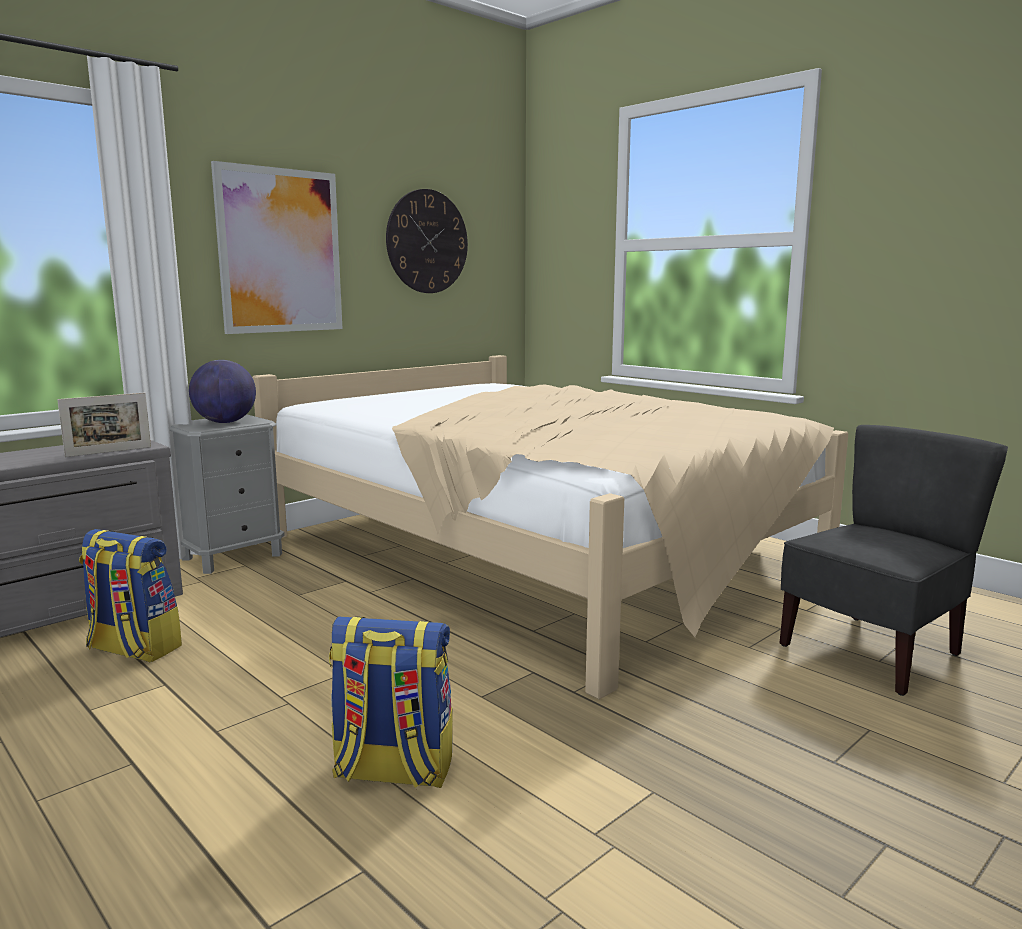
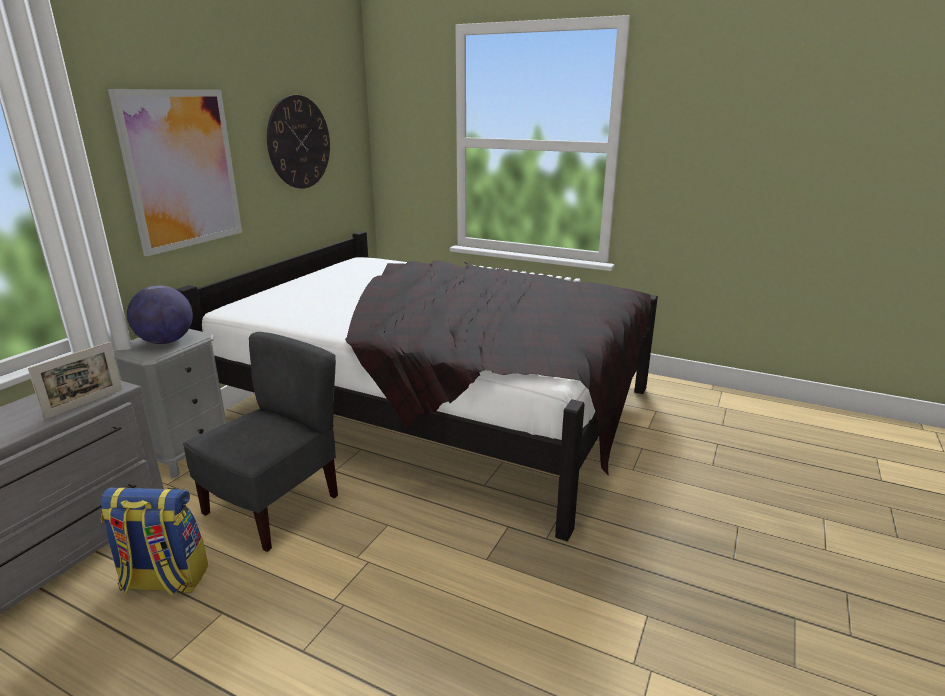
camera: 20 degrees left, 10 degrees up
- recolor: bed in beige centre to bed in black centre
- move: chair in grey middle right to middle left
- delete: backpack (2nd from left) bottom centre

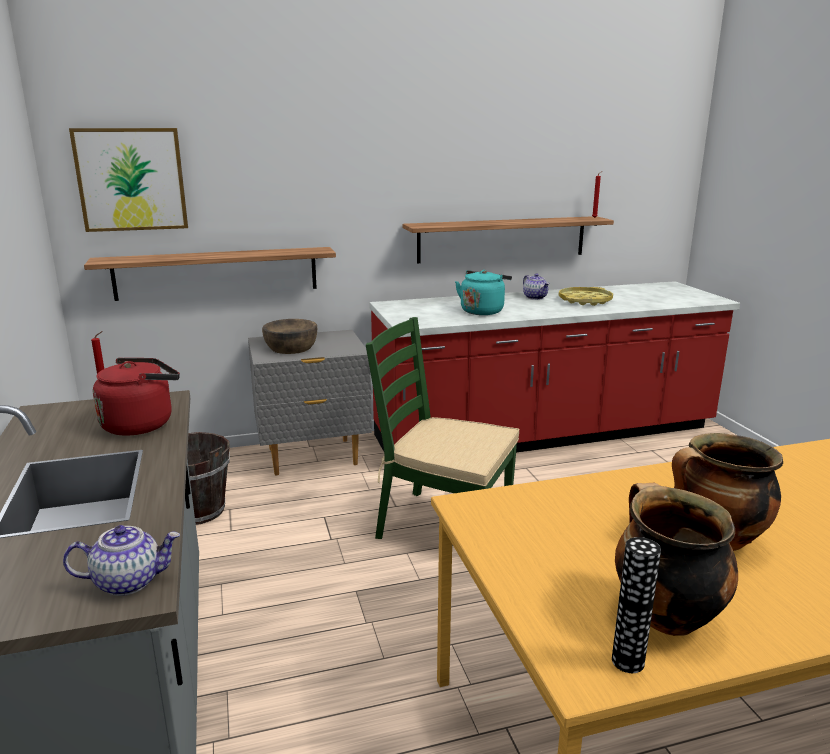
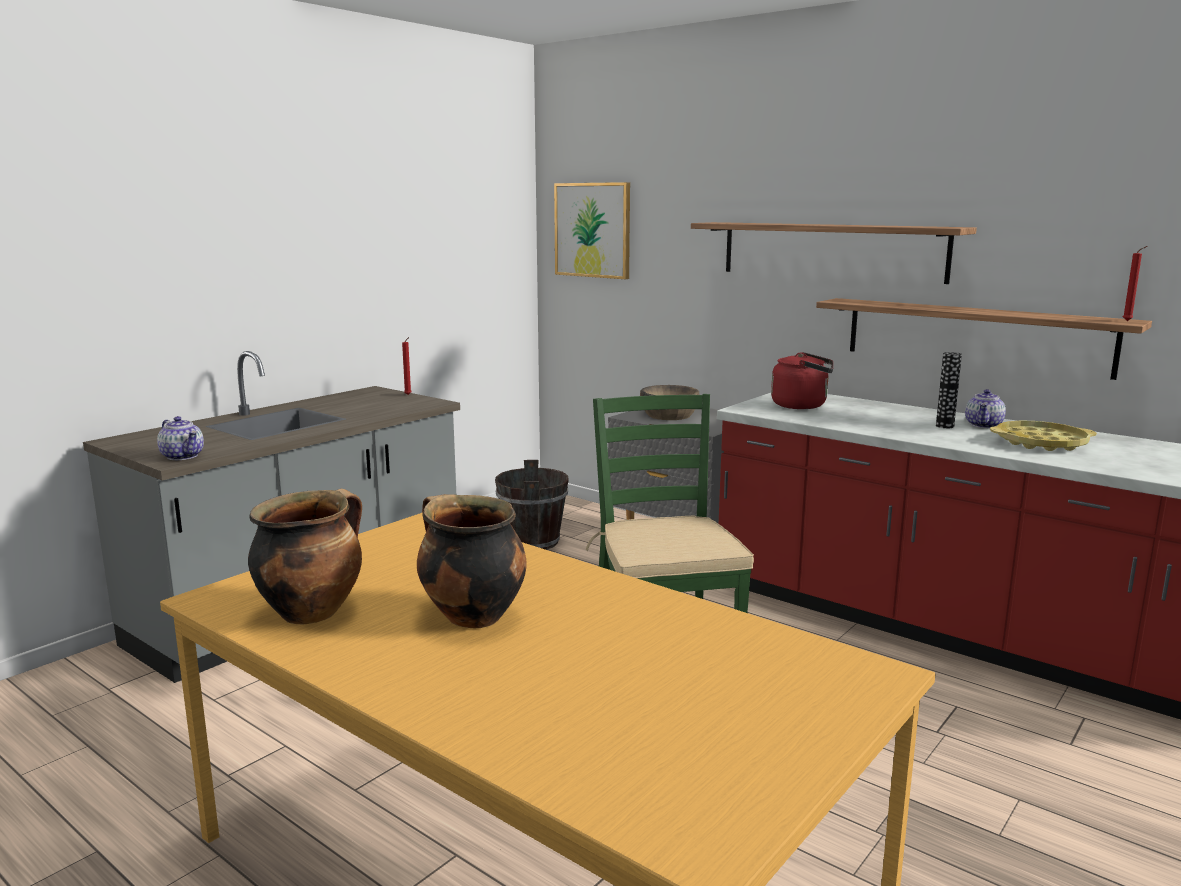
camera: 55 degrees right, 5 degrees down
- move: shelf (1st from left) middle left to top right
- delete: kettle in turquoise centre
- move: kettle in red middle left to middle right
- move: vase bottom right to middle right

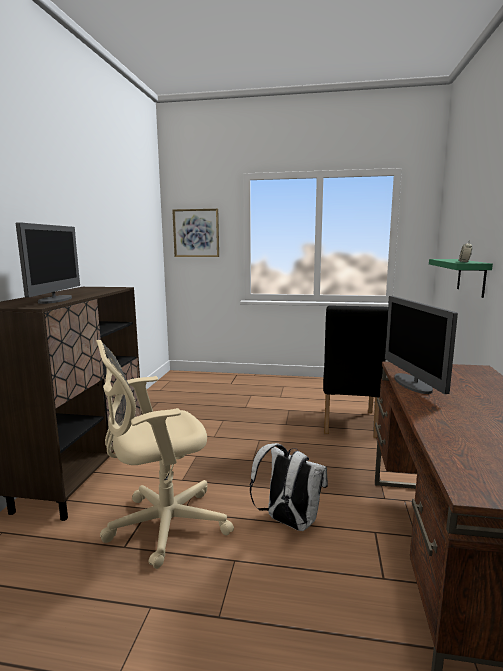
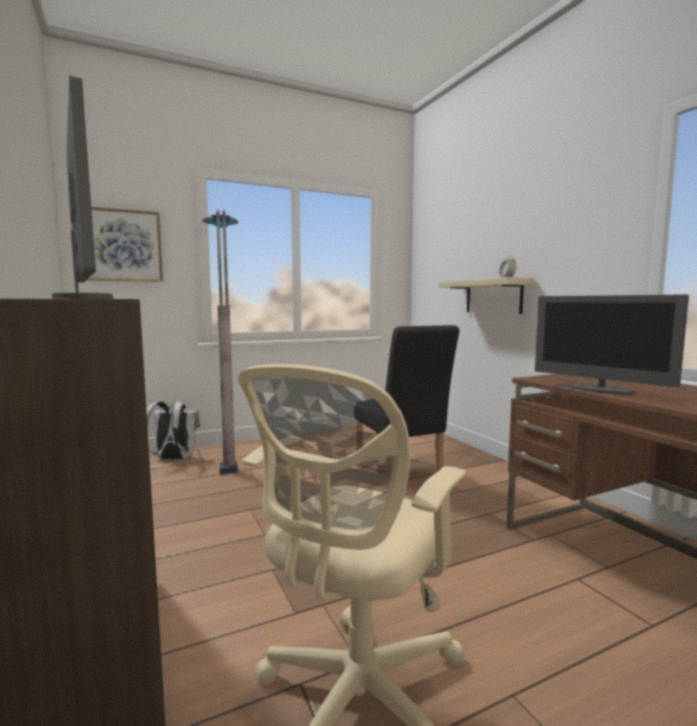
camera: 35 degrees left, 5 degrees down
- recolor: shelf in green middle right to shelf in beige middle right
- move: backpack in white bottom centre to middle left
- insert: floor lamp in grey middle left

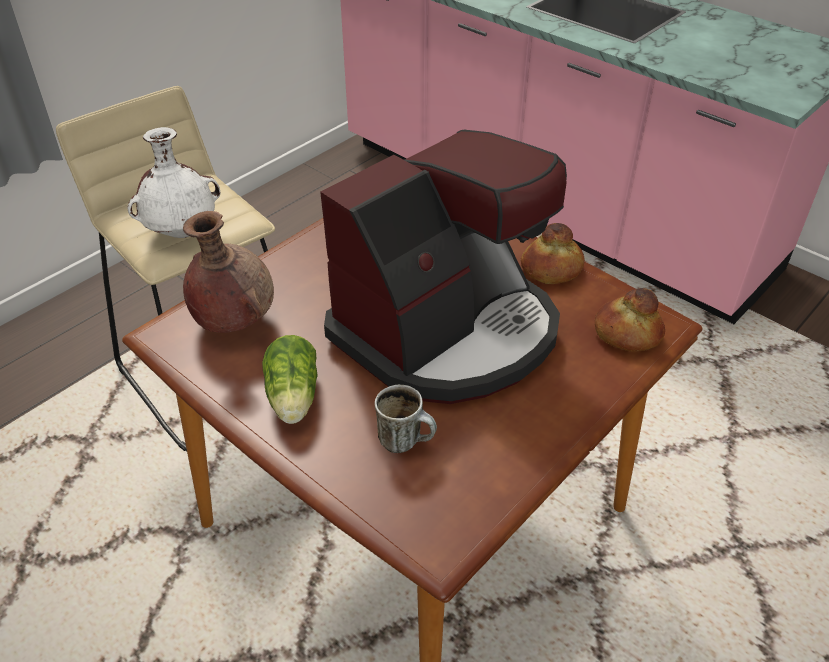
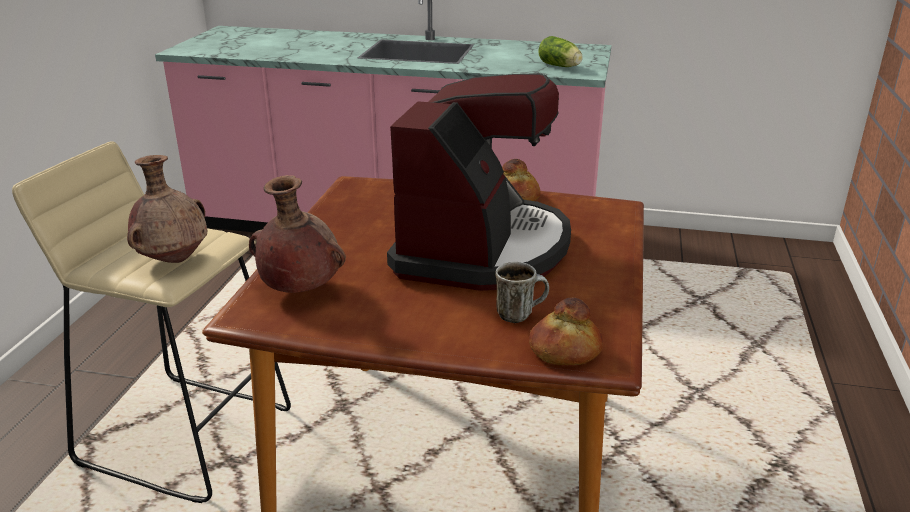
camera: 30 degrees left, 15 degrees down
- recolor: vase in white top left to vase in brown (1st from left) middle left
- move: bread (2nd from left) middle right to centre
- move: lettuce centre to top centre

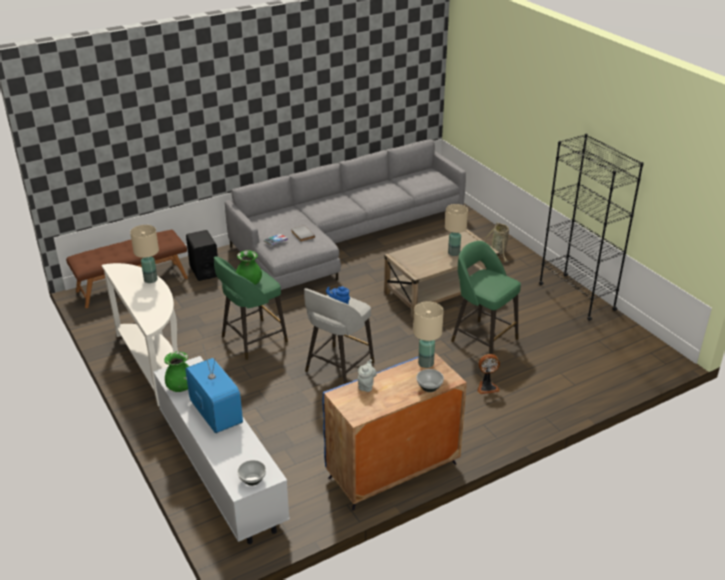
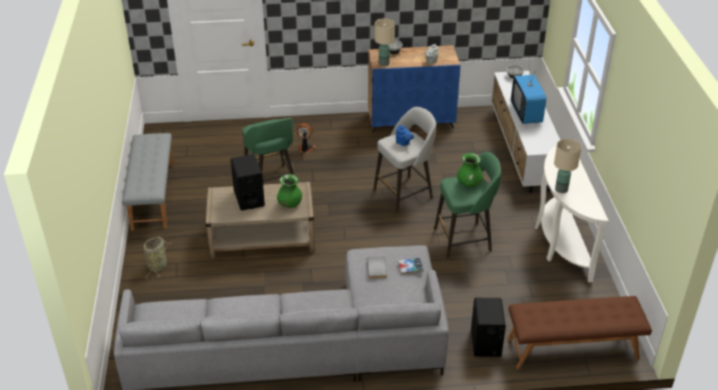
camera: 155 degrees left, 5 degrees up
- replace: bookcase in black middle right to bench in grey middle left
- replace: table lamp in beige (3rd from left) centre to speaker in black (1st from left) centre
- move: vase in green (1st from left) middle left to centre

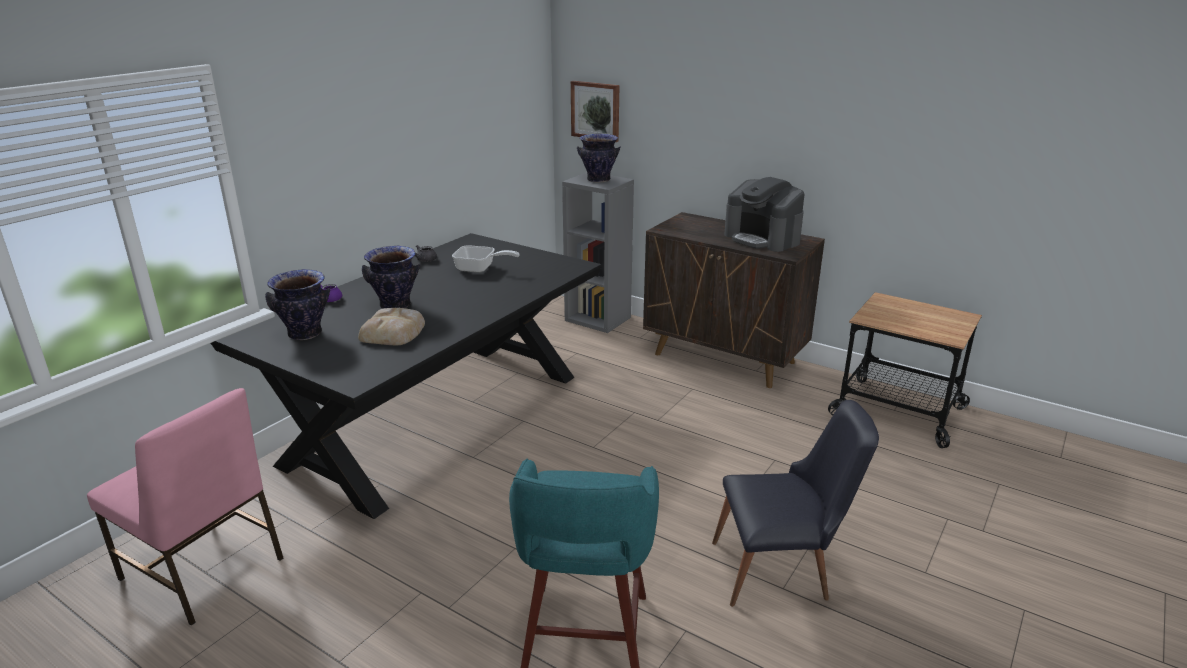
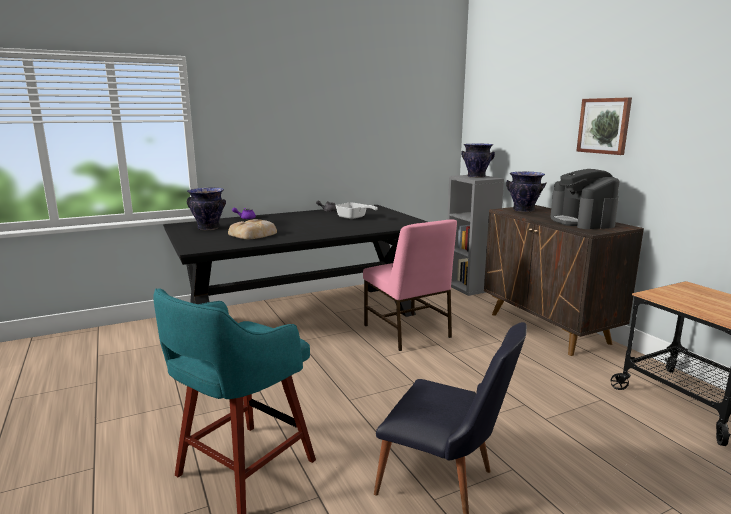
camera: 30 degrees right, 10 degrees down
- move: picture top centre to top right
- move: vase (2nd from left in the first image) middle left to vase (3rd from left) middle right
- move: chair in pink bottom left to centre

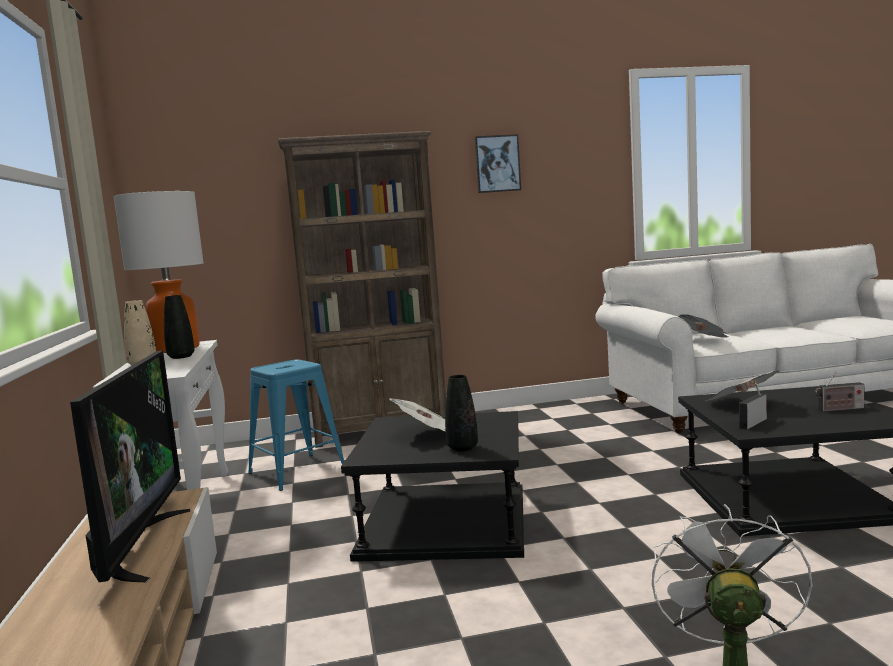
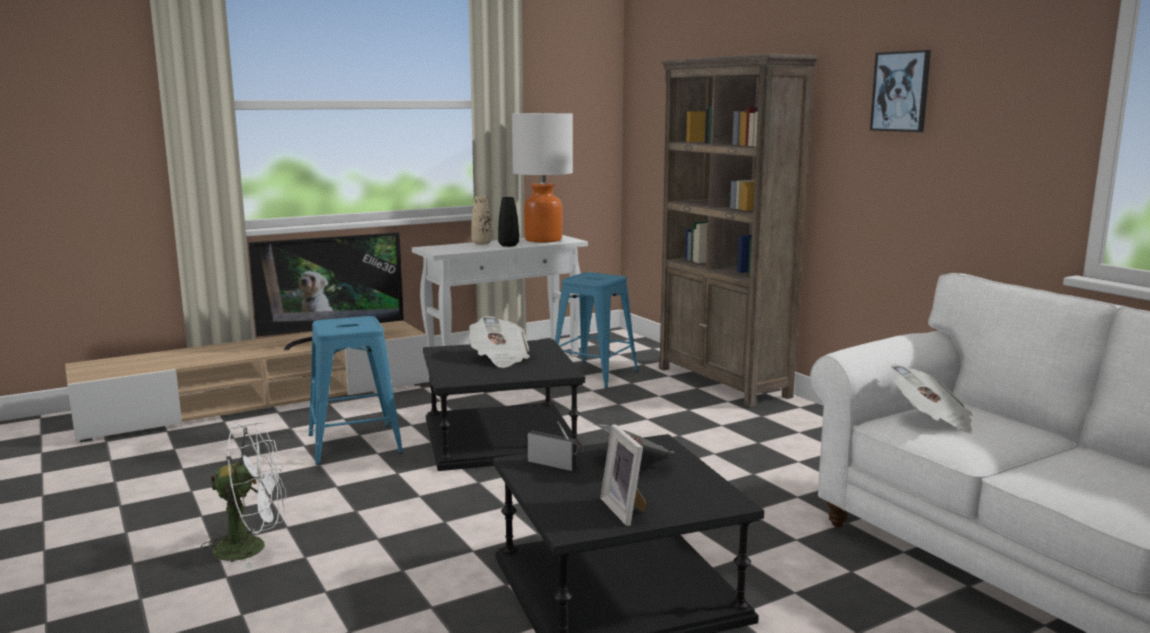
camera: 70 degrees right, 5 degrees up
- replace: radio (2nd from left) middle right to picture frame bottom centre
- delete: vase in black (2nd from left) centre
- insert: stool in blue (1st from left) middle left

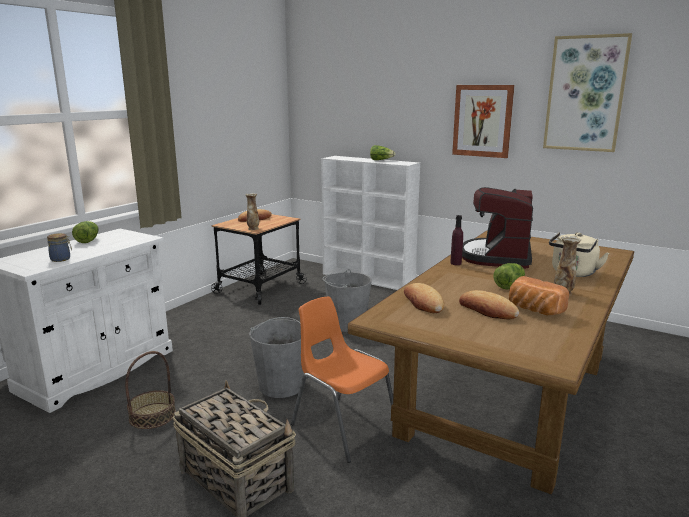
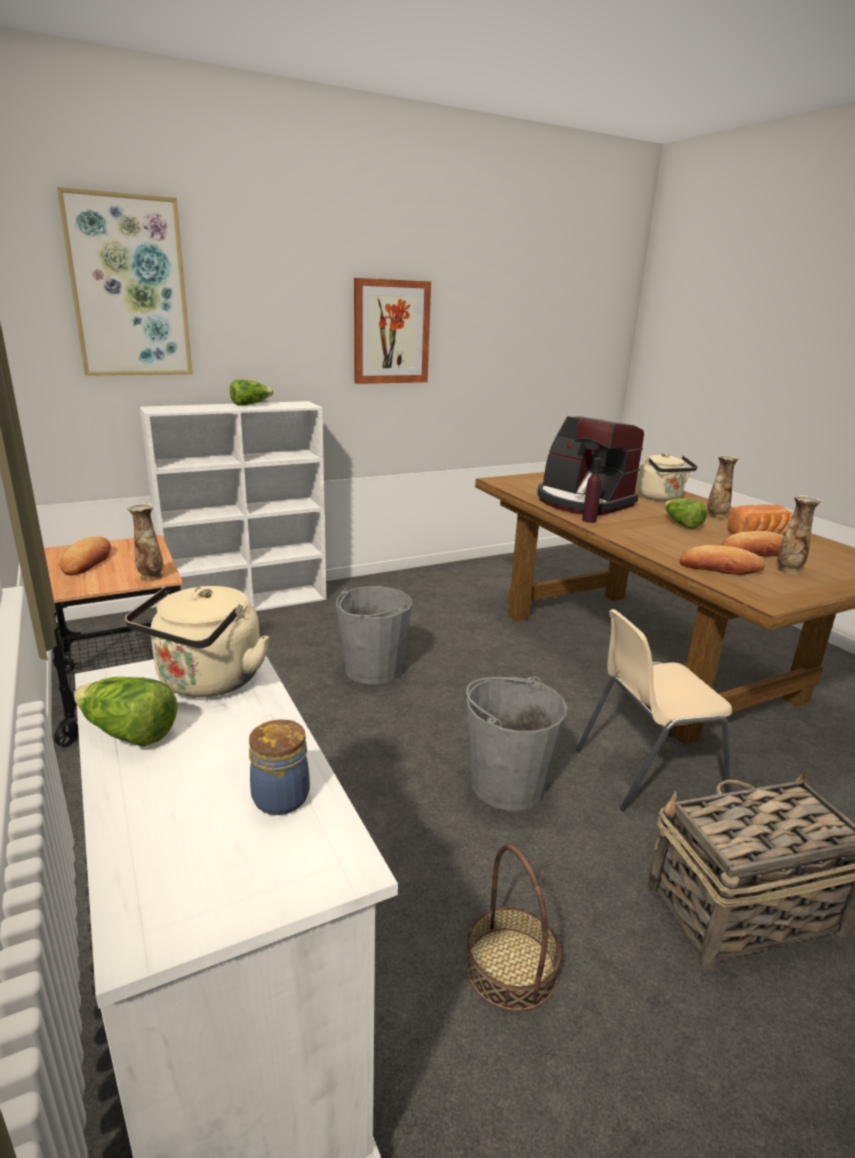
camera: 60 degrees left, 5 degrees up
- move: picture (2nd from left in the first image) top right to picture (1st from left) top left
- recolor: chair in orange bottom centre to chair in beige middle right
- insert: vase (3rd from left) middle right
- insert: kettle in beige (1st from left) middle left

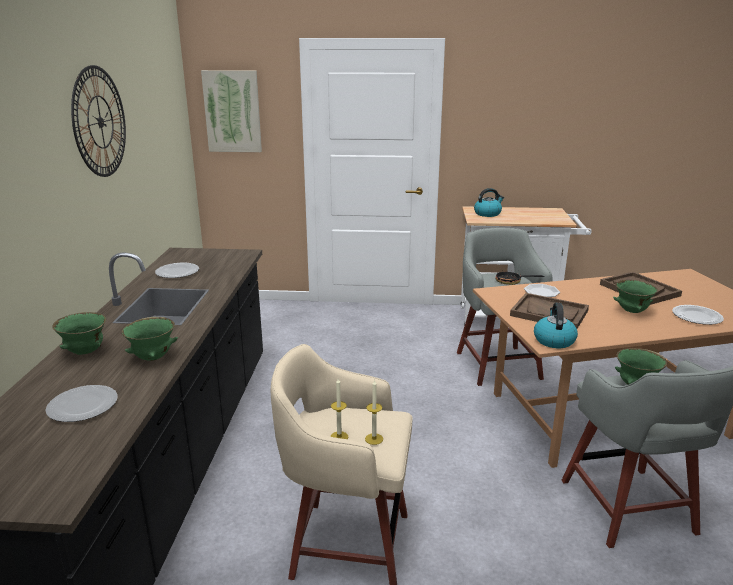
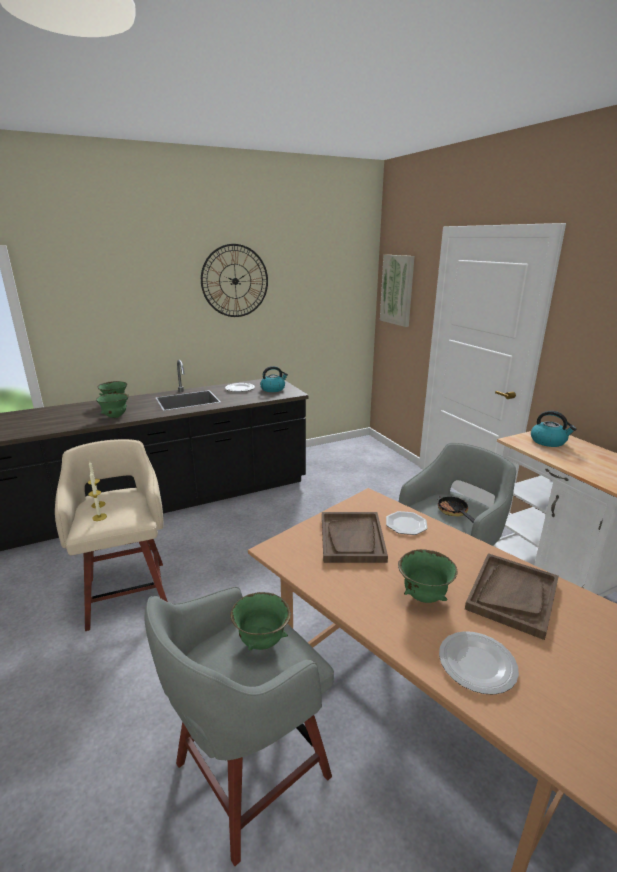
camera: 60 degrees right, 0 degrees up
- move: kettle (2nd from left in the first image) middle right to kettle (1st from left) centre
- delete: plate (1st from left) bottom left

